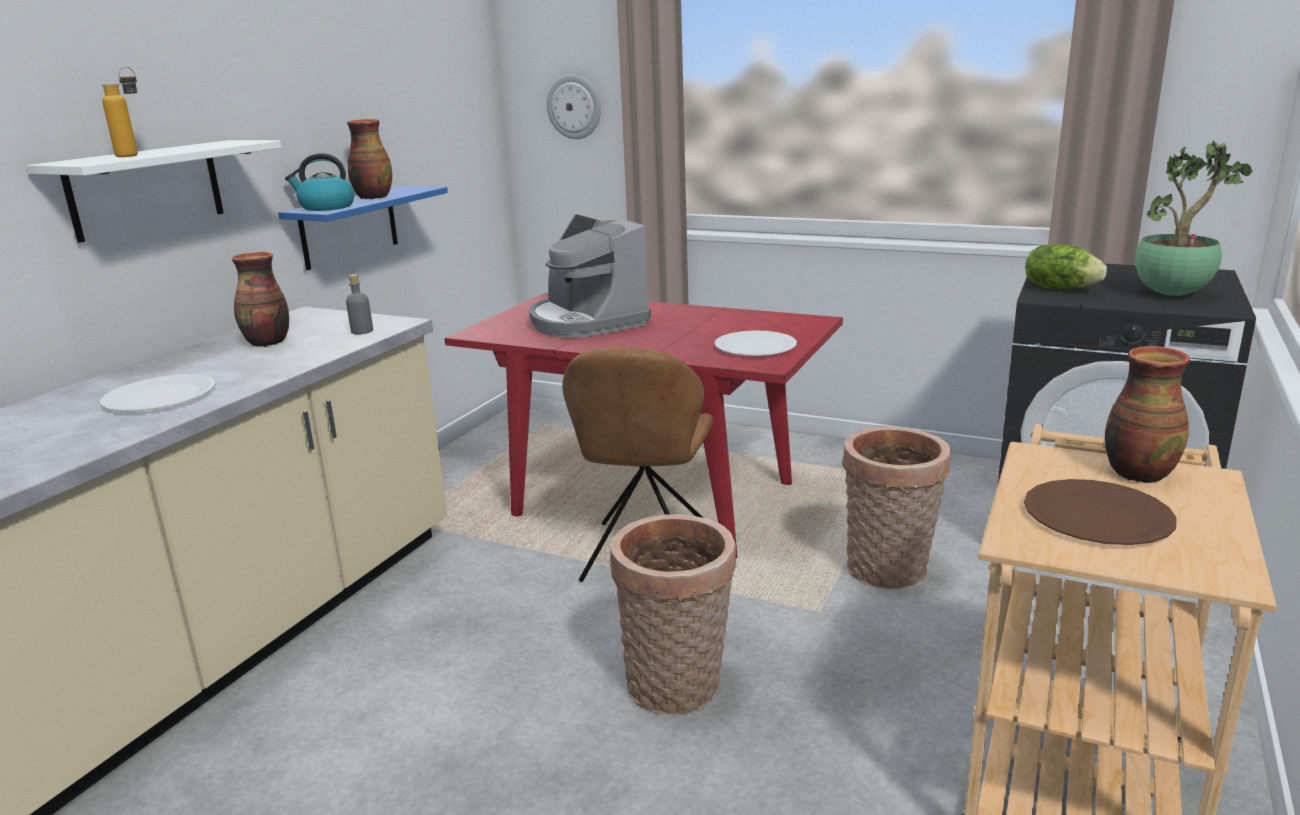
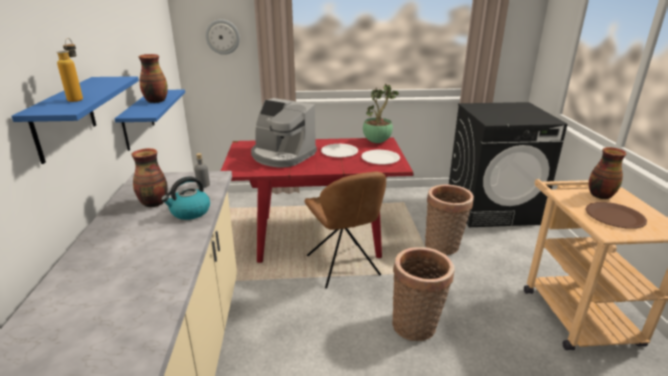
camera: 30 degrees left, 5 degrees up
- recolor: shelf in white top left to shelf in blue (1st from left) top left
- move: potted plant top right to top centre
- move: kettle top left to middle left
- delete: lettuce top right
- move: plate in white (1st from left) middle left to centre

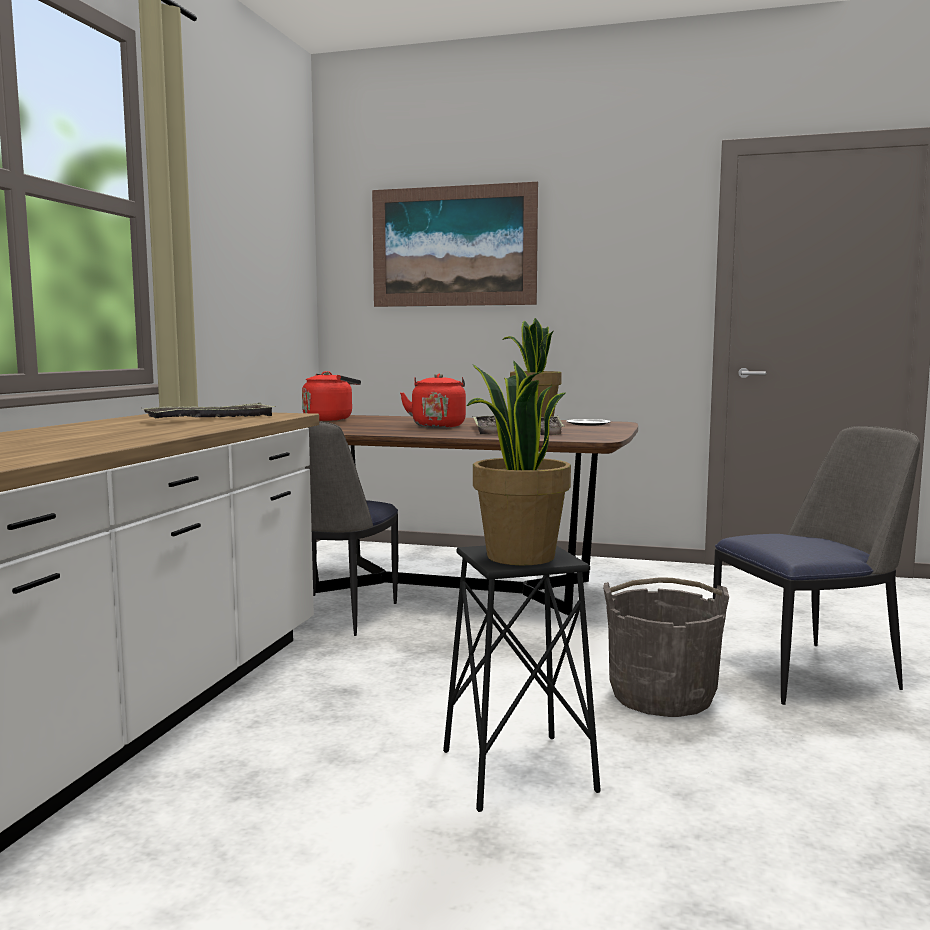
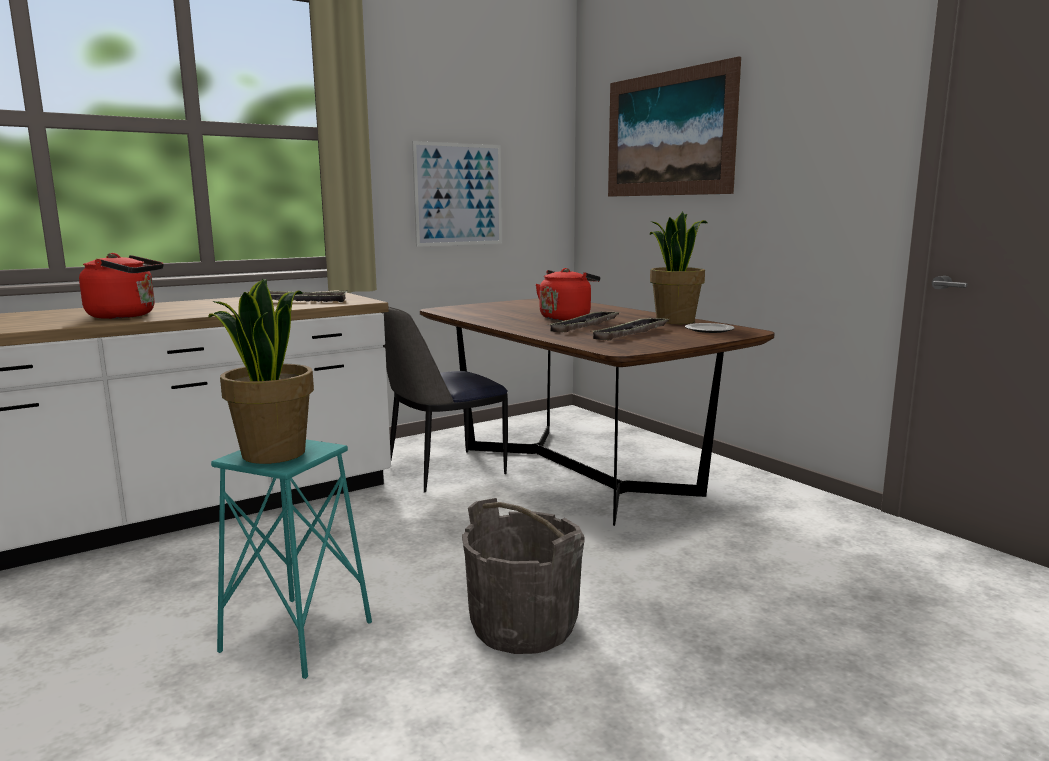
camera: 40 degrees right, 5 degrees up
- move: kettle in red (1st from left) centre to middle left
- delete: chair (2nd from left) middle right
- recolor: stool in black bottom centre to stool in turquoise bottom left
- insert: picture (1st from left) top centre

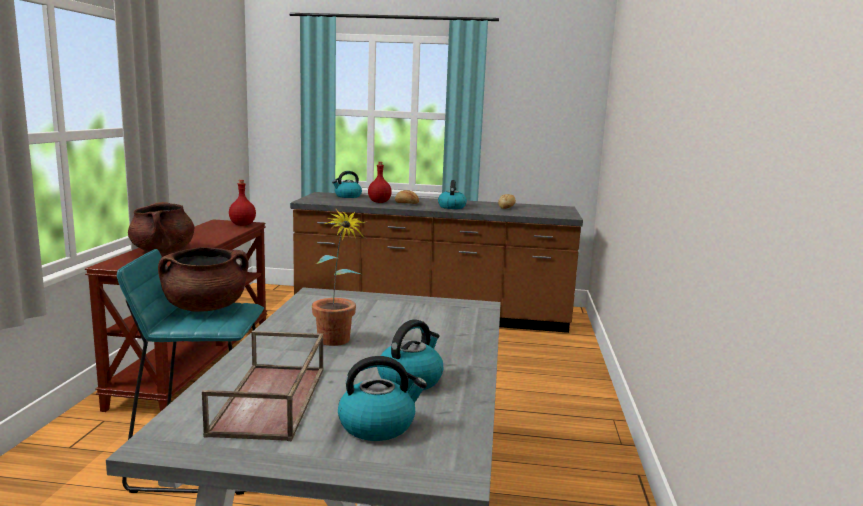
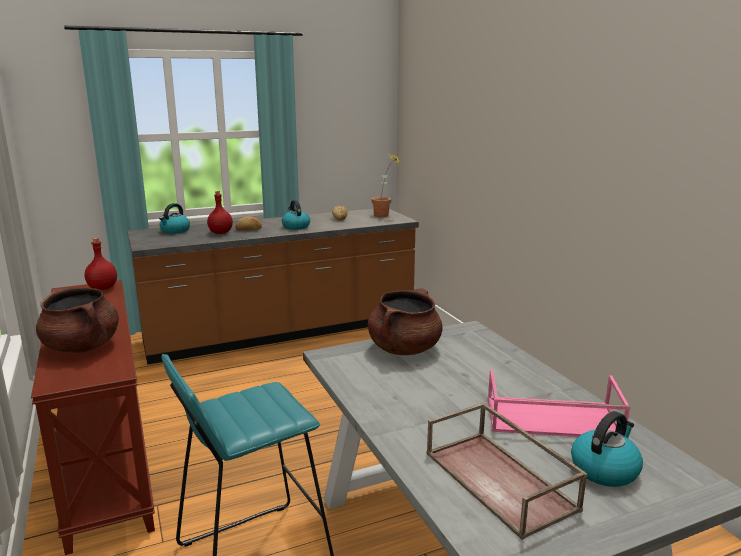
camera: 30 degrees left, 5 degrees up
- move: potted plant centre to top centre
- move: cooking pot in brown (2nd from left) middle left to centre
- replace: kettle (3rd from left) bottom centre to tray in pink bottom right

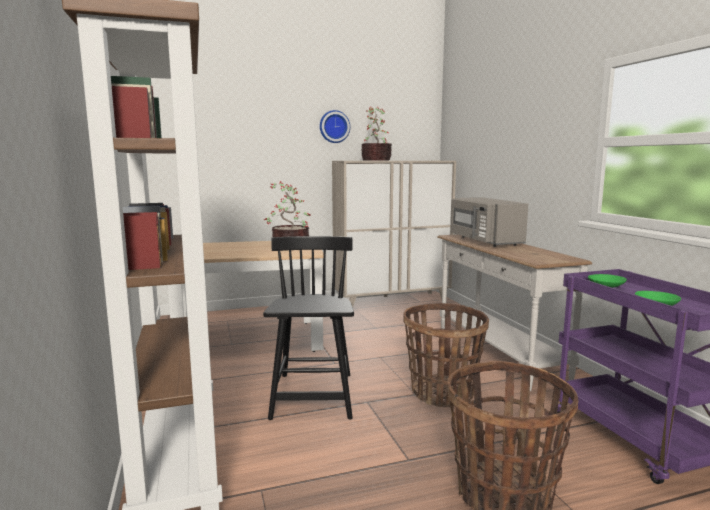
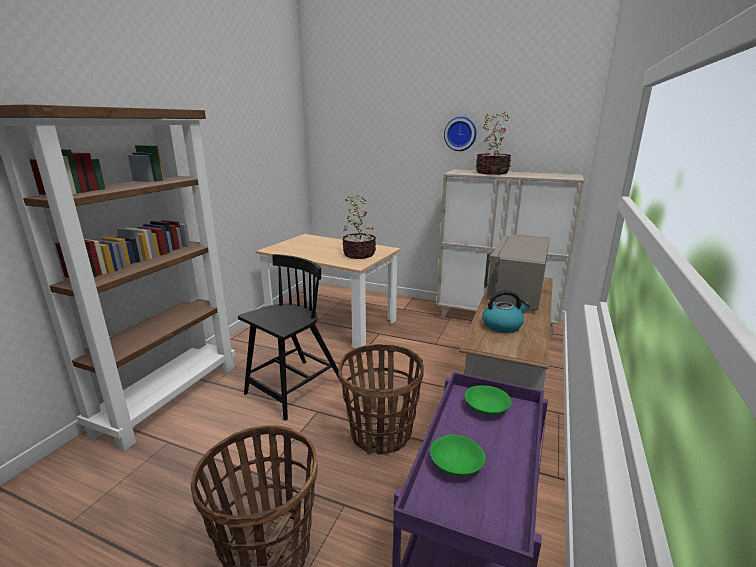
camera: 40 degrees right, 10 degrees up
- insert: kettle middle right

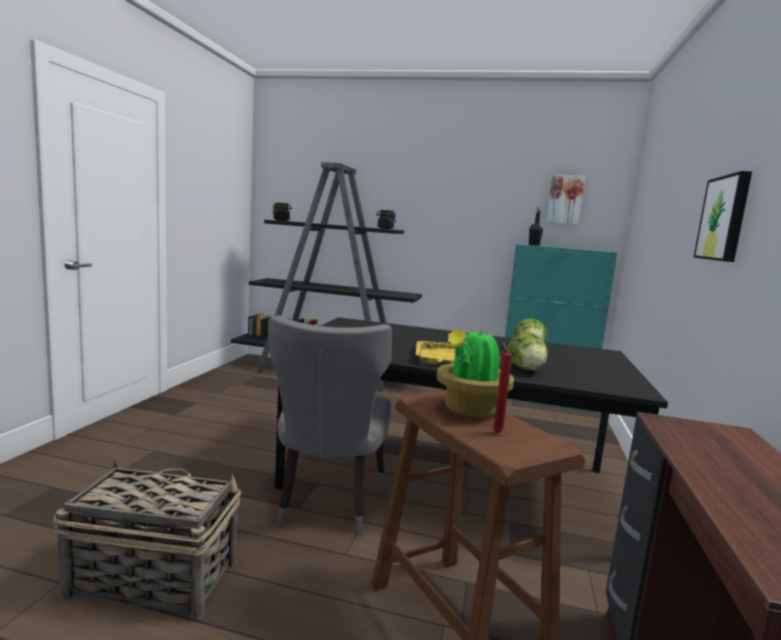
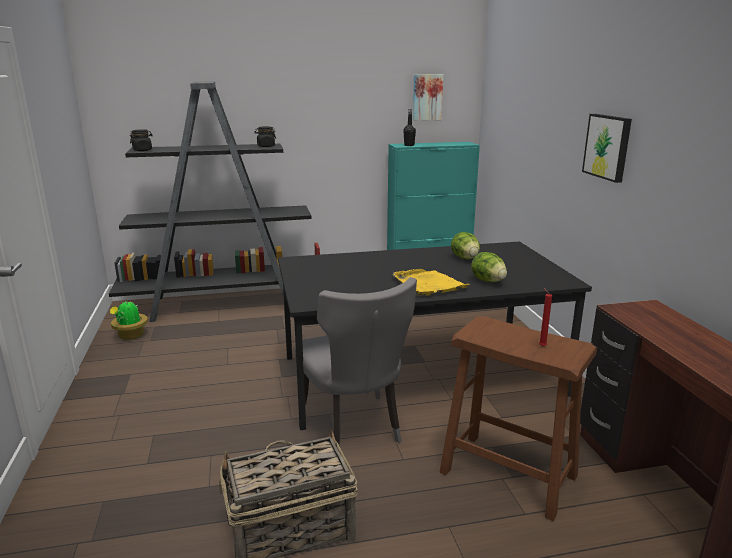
camera: 25 degrees left, 10 degrees up
- move: potted plant centre to middle left

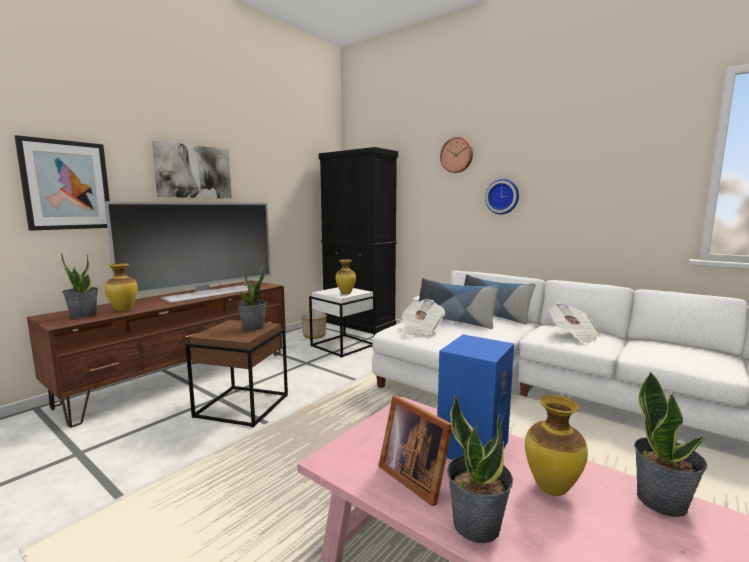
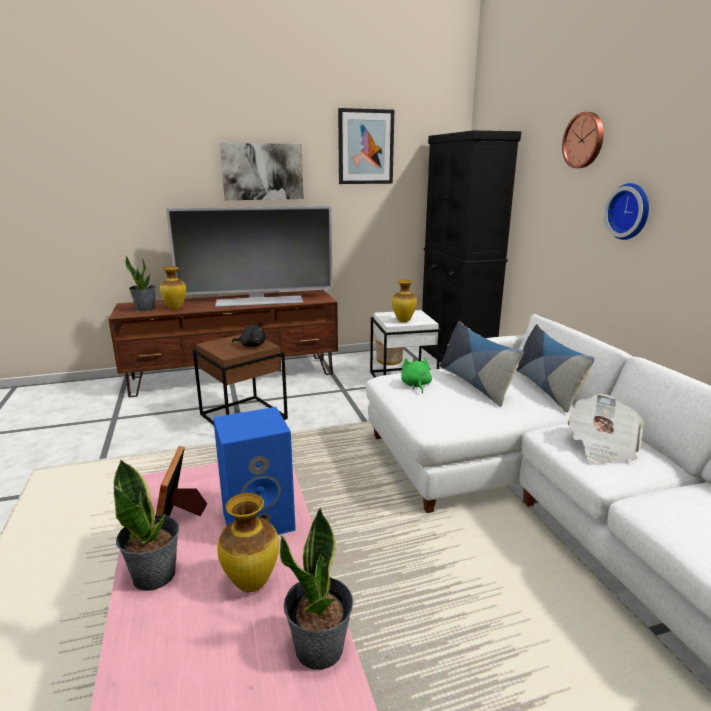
camera: 35 degrees right, 10 degrees up
- move: picture (1st from left in the first image) top left to picture (2nd from left) top centre
- replace: potted plant (2nd from left) centre to plush toy in black centre
- replace: newspaper (1st from left) centre to plush toy in green centre

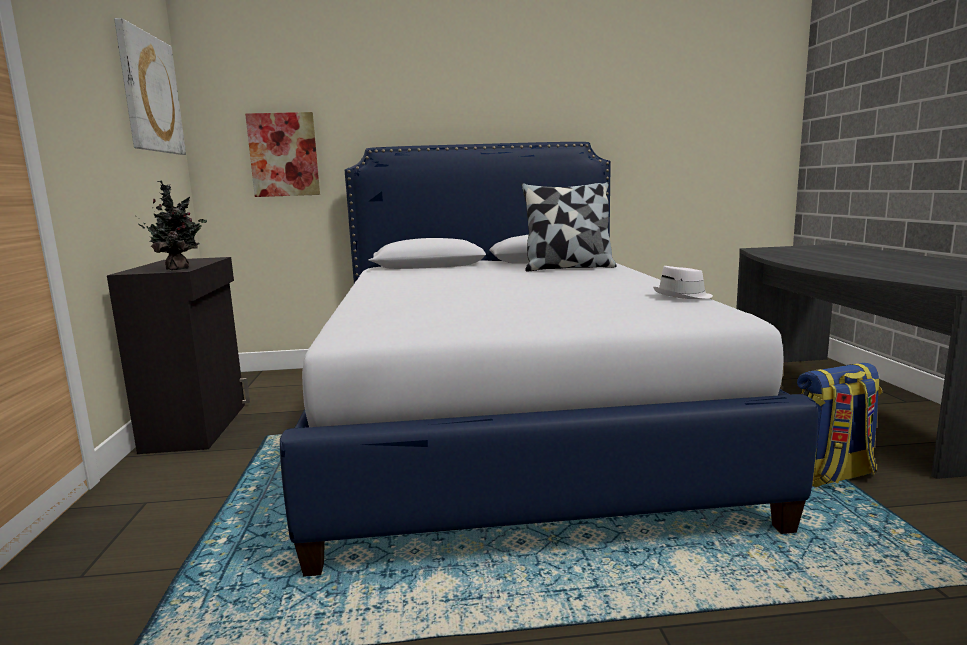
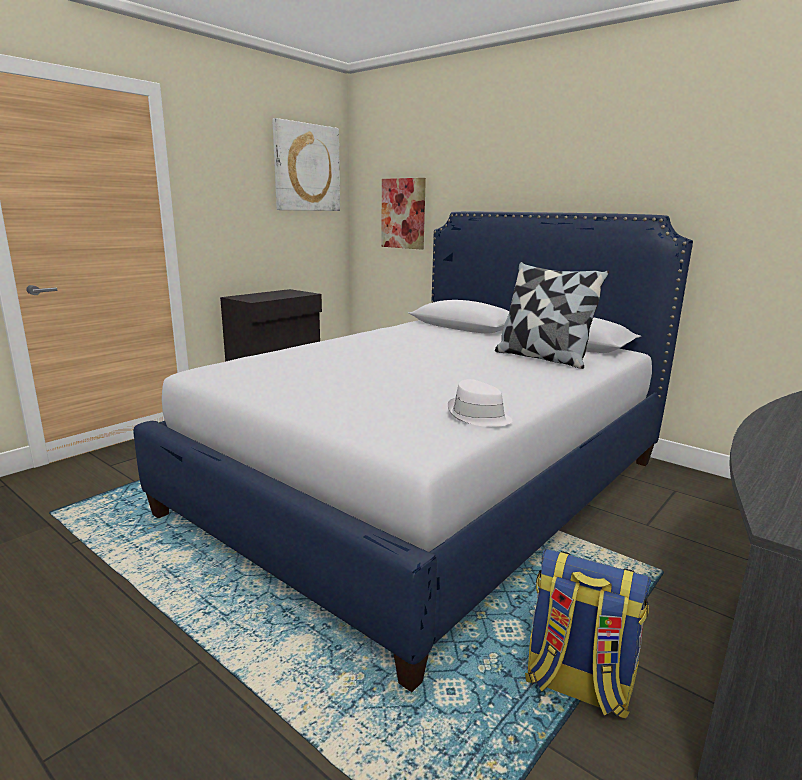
camera: 45 degrees right, 5 degrees up
- delete: potted plant middle left

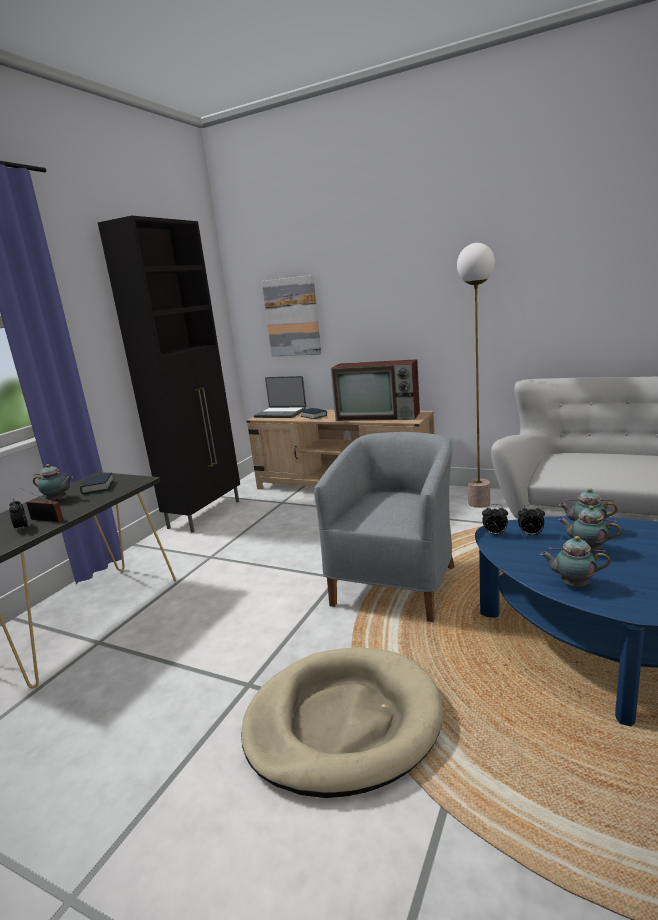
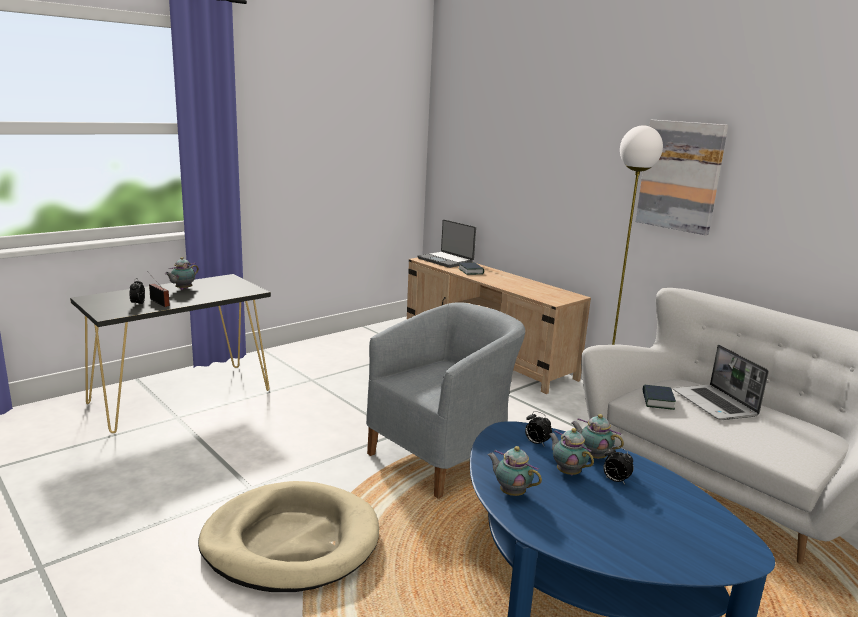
camera: 20 degrees right, 0 degrees up
- delete: cabinet in black middle left
- move: picture centre to top right
- delete: television centre
- rotate: teapot (1st from left) middle left = middle left 90 degrees clockwise
- move: book (1st from left in the first image) middle left to book (2nd from left) middle right
- move: alarm clock (2nd from left in the first image) middle right to alarm clock (3rd from left) bottom right
- insert: laptop (2nd from left) middle right

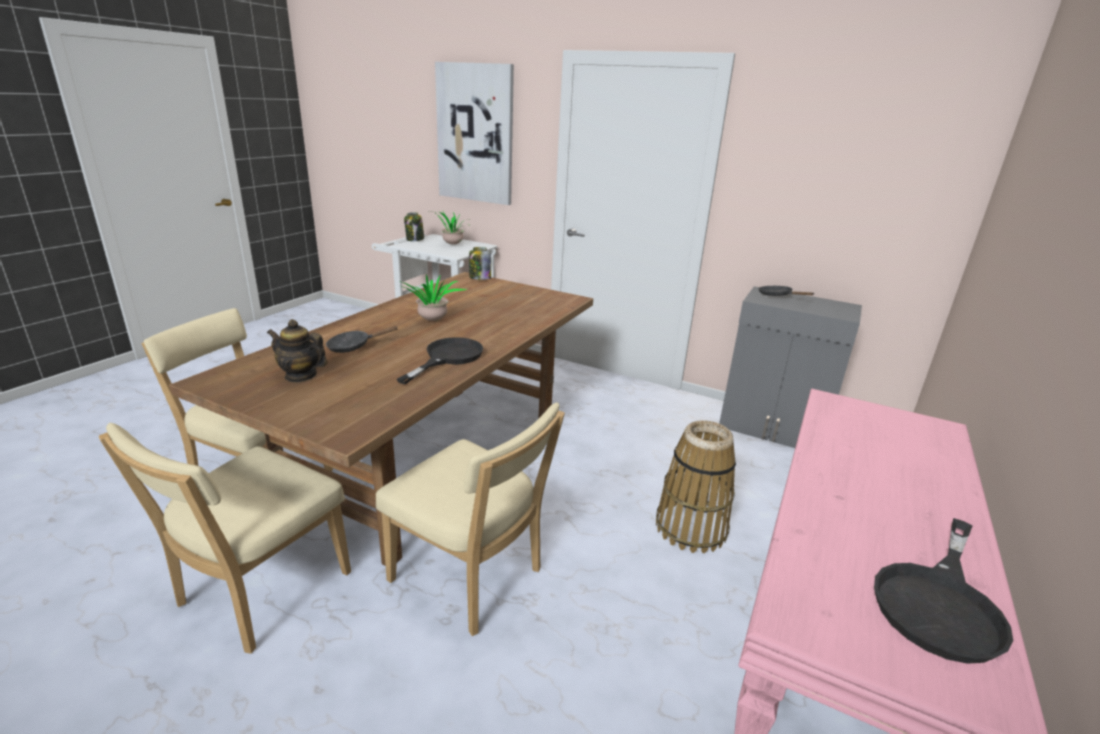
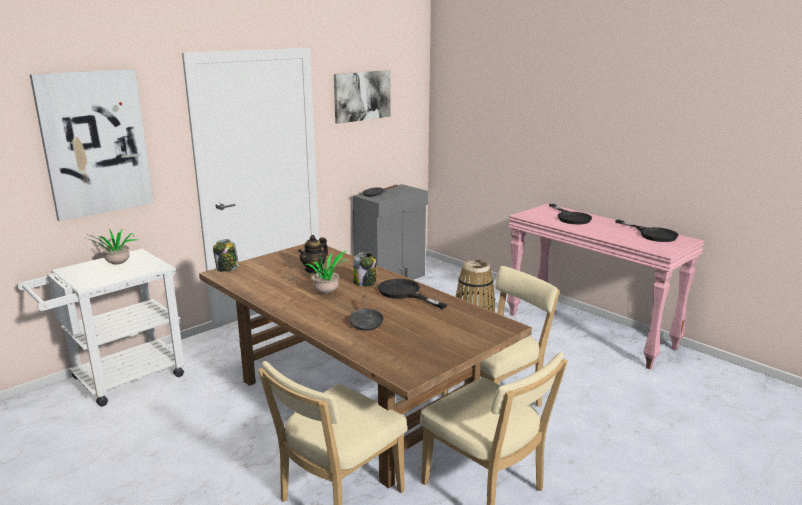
camera: 70 degrees left, 5 degrees down
- move: jar (1st from left in the first image) top centre to jar (2nd from left) centre
- move: teapot middle left to centre
- insert: picture (2nd from left) top centre
- insert: frying pan in black (4th from left) middle right

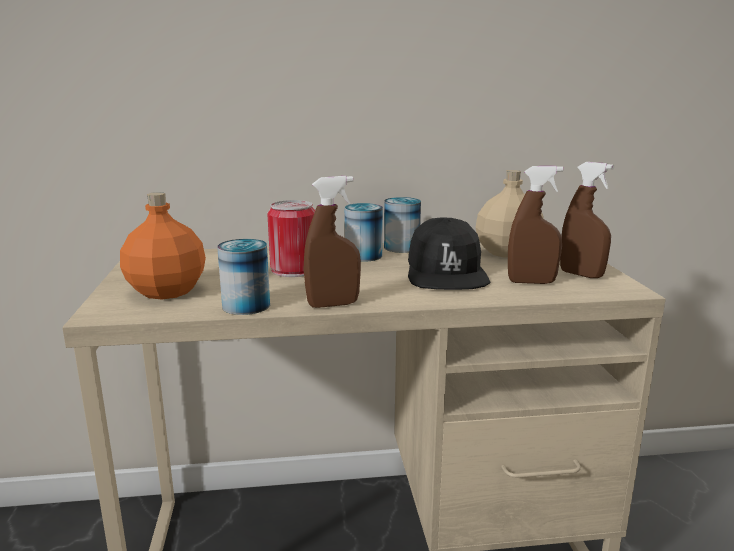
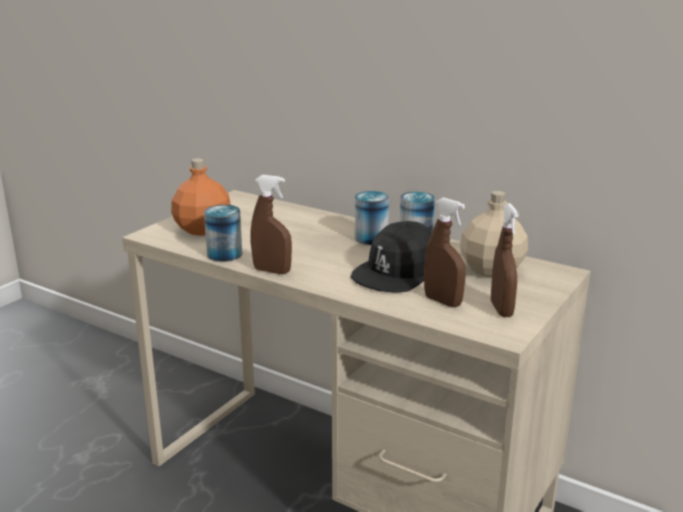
camera: 40 degrees right, 5 degrees up
- delete: can (2nd from left) centre

